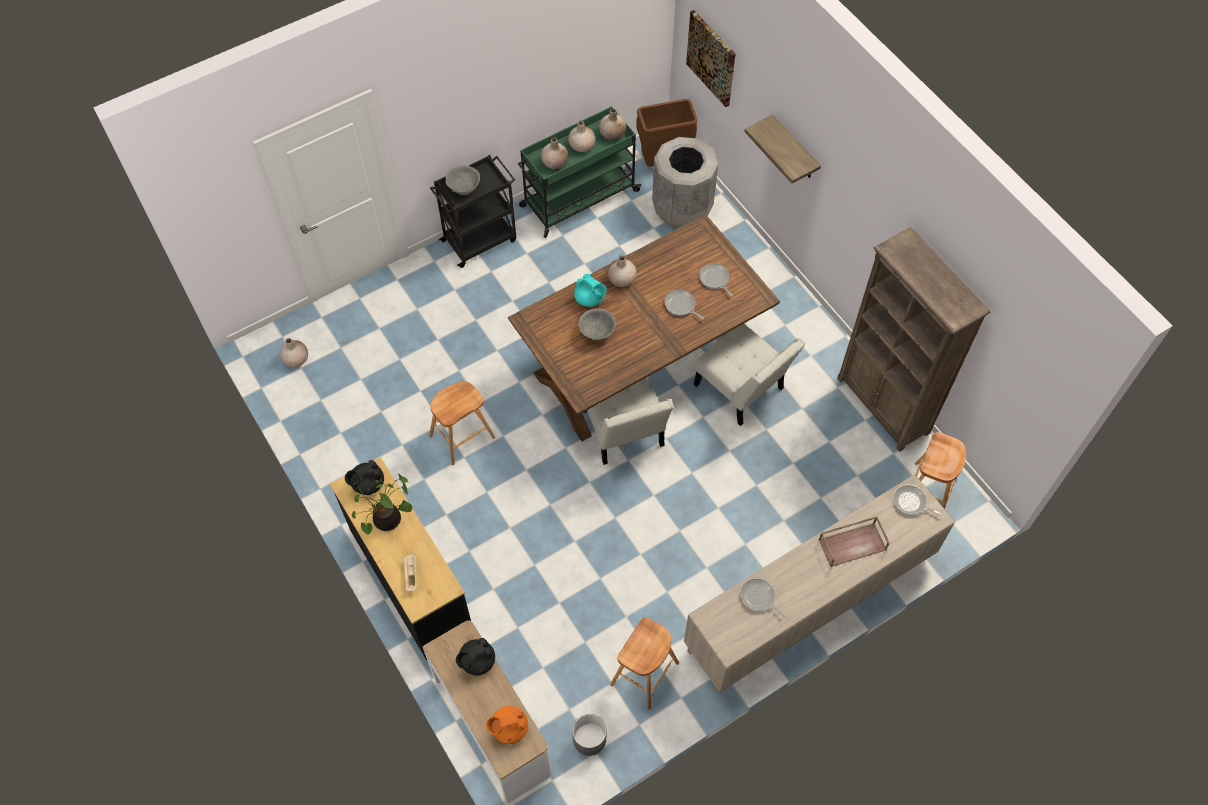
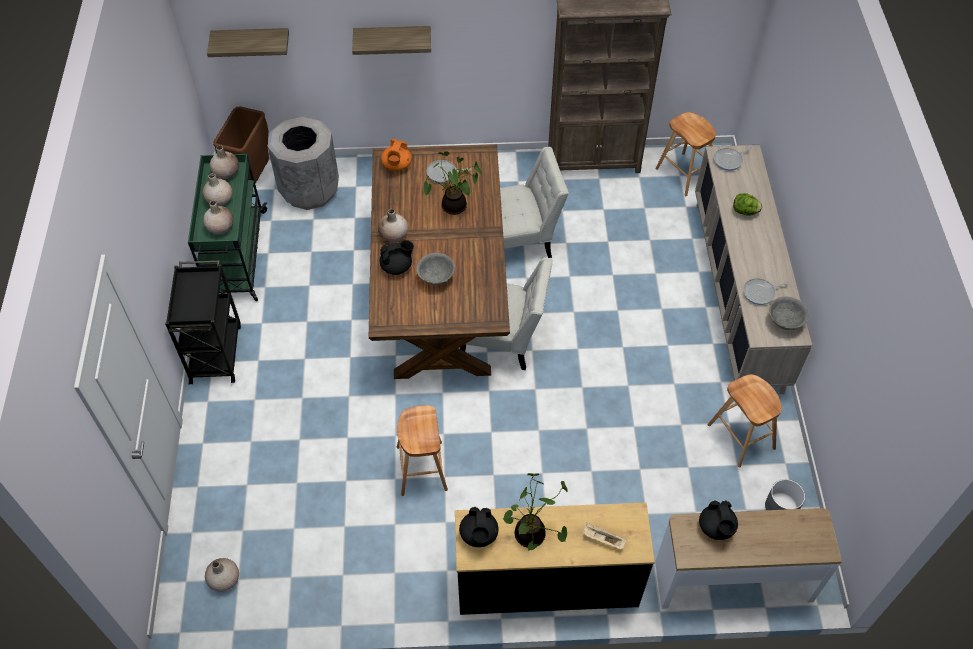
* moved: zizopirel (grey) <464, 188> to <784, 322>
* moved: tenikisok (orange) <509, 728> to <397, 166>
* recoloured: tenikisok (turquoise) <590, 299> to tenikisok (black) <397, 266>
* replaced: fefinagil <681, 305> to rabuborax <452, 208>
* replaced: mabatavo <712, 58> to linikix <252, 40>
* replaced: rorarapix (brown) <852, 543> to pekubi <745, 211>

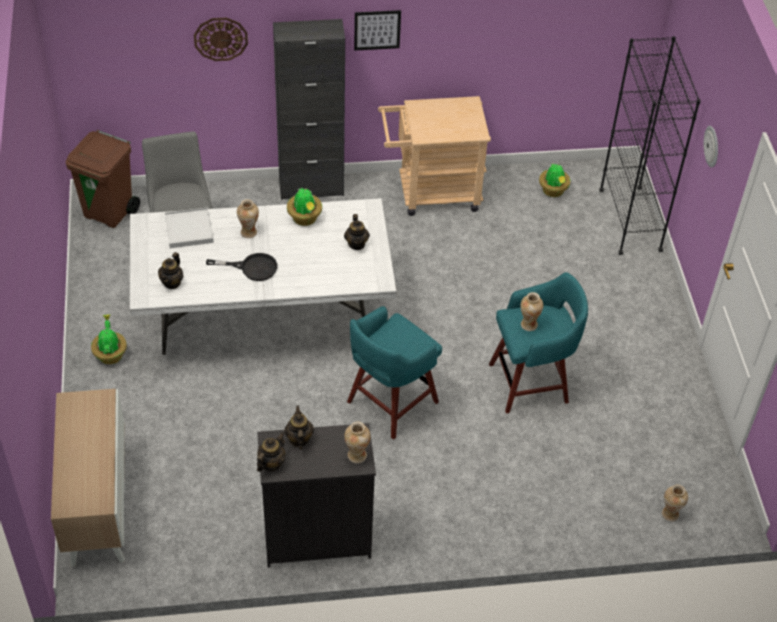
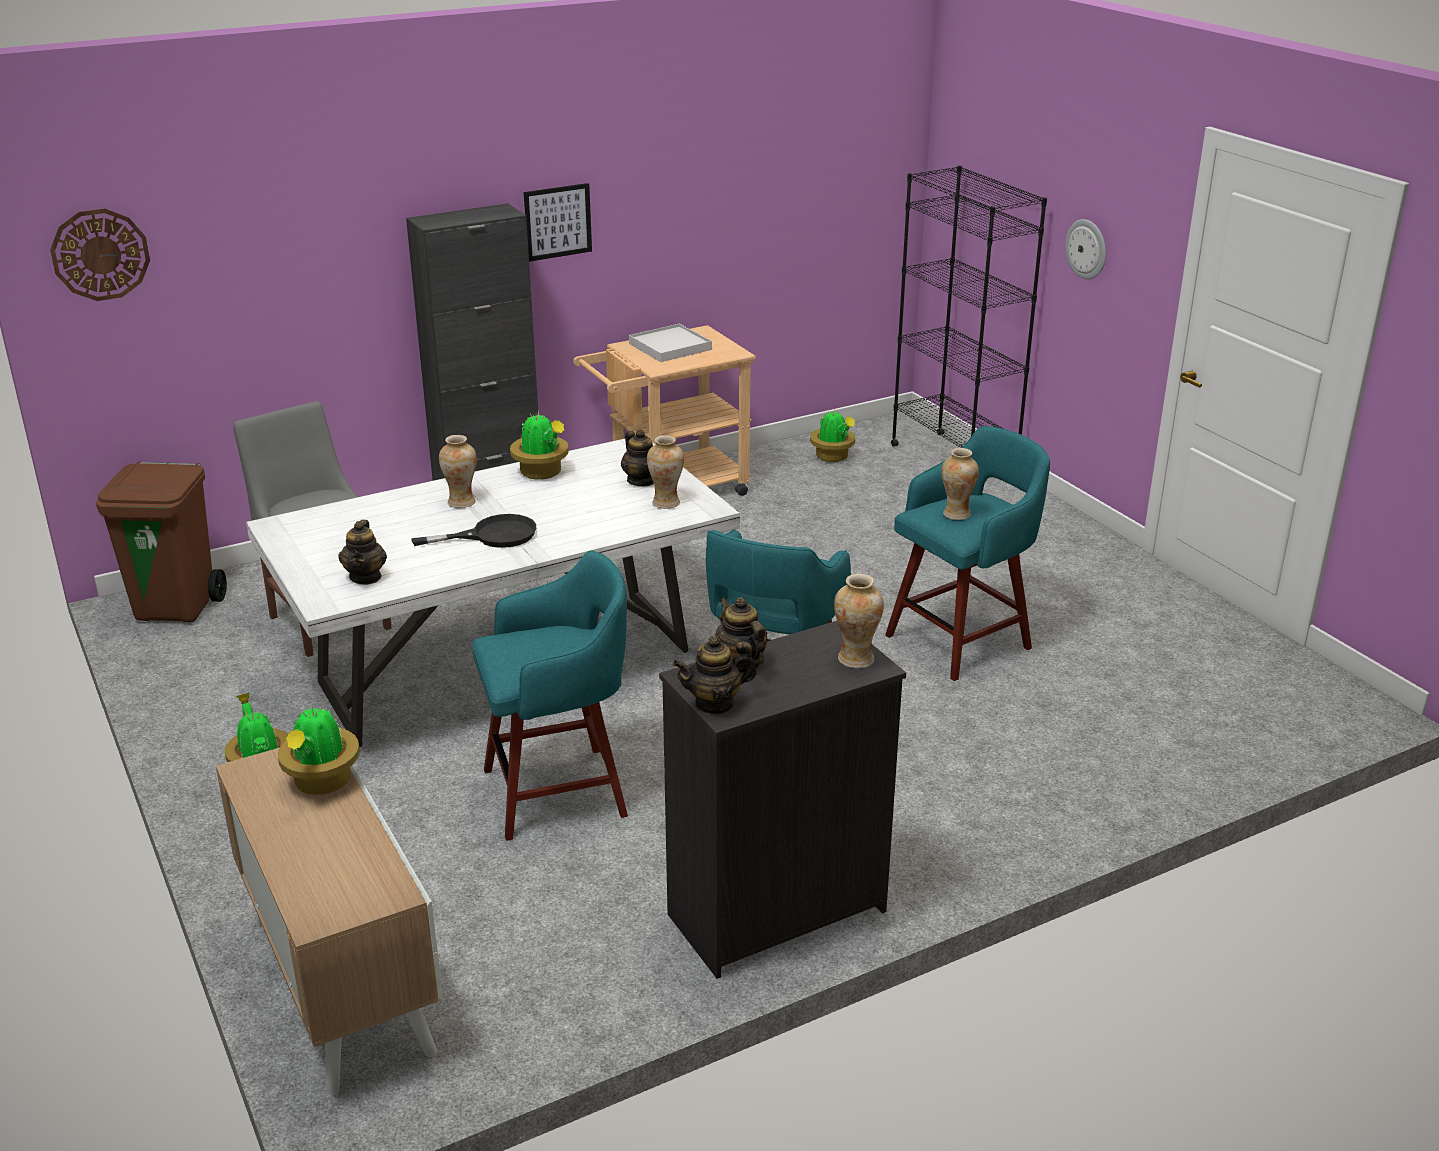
* moved: rorarapix (white) <189, 230> to <670, 347>
* moved: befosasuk <220, 38> to <100, 254>
* turned: tenikisok <271, 463> = <715, 704> 120 degrees counterclockwise
* moved: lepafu <670, 514> to <666, 503>
* added: rabuborax <322, 782>
* added: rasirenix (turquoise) <560, 792>

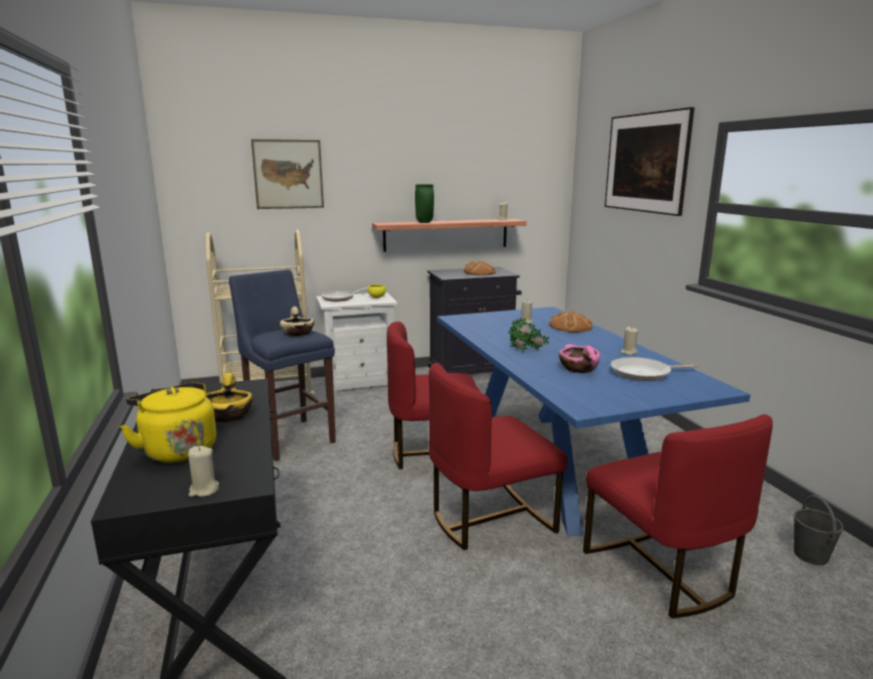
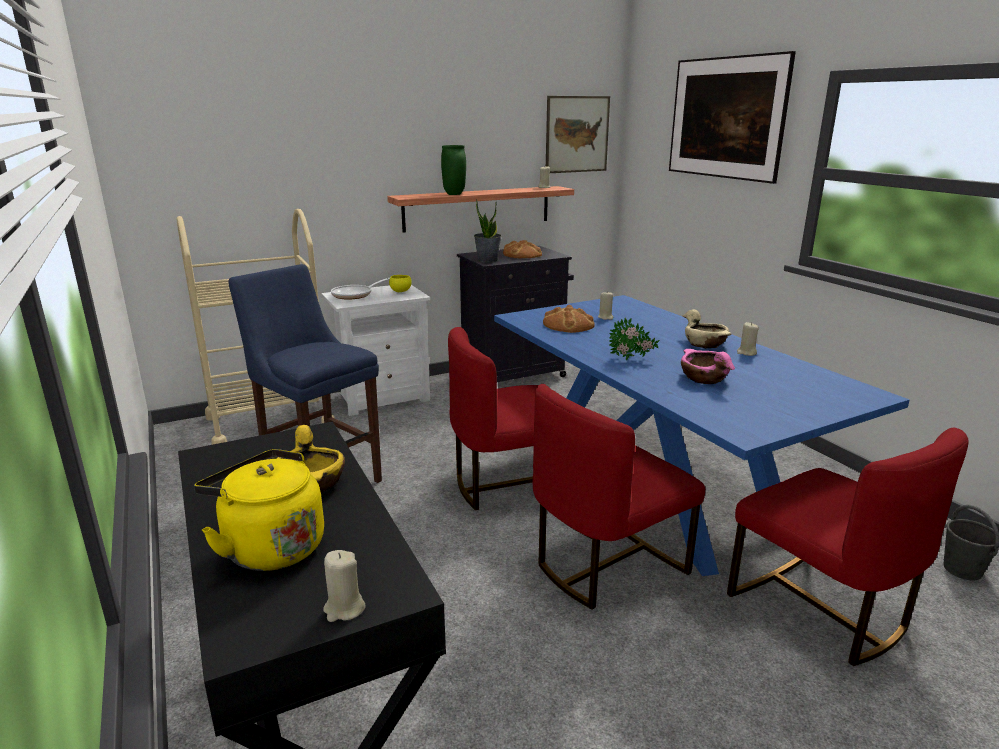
* moved: mabatavo <288, 174> to <577, 134>
* moved: zizopirel (beige) <298, 333> to <705, 344>
* moved: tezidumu <571, 326> to <569, 324>
* removed: fefinagil <644, 373>
* added: rabuborax <487, 260>

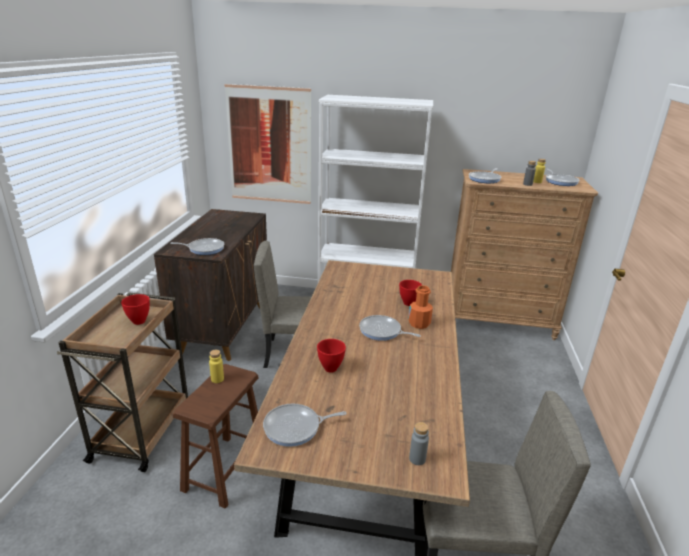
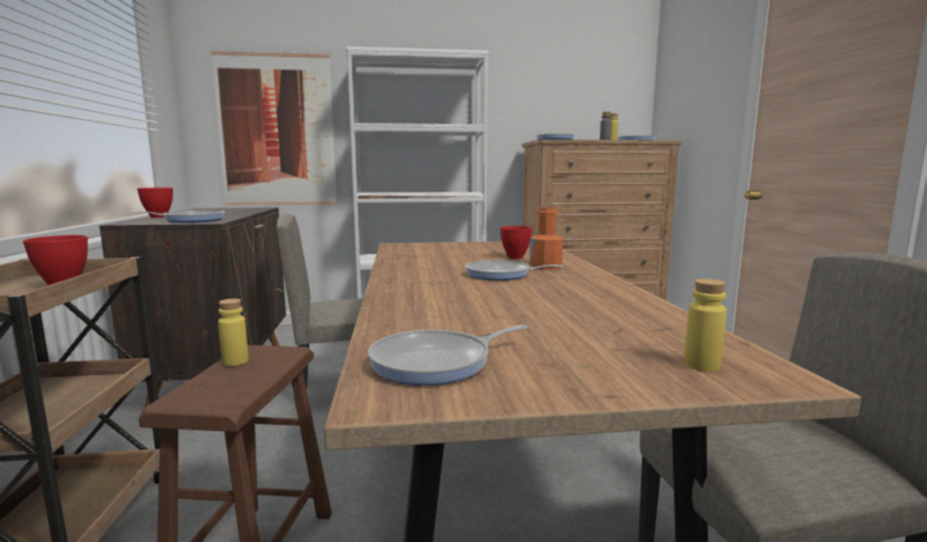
* moved: zizopirel (red) <330, 368> to <158, 217>
* recoloured: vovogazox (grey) <417, 459> to vovogazox (yellow) <701, 365>

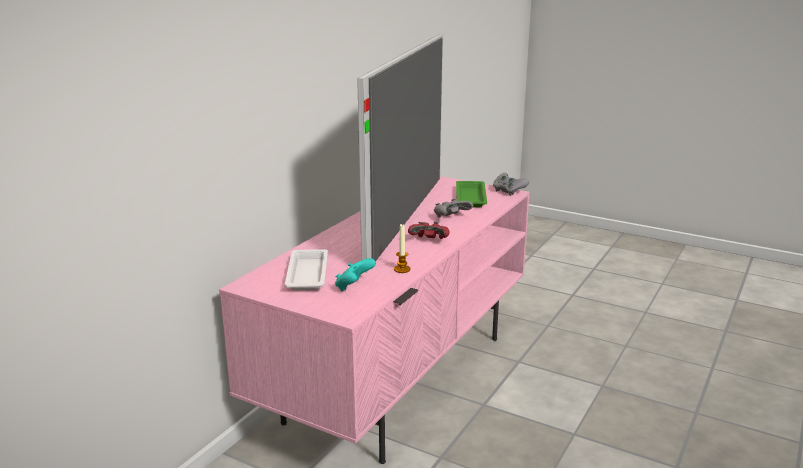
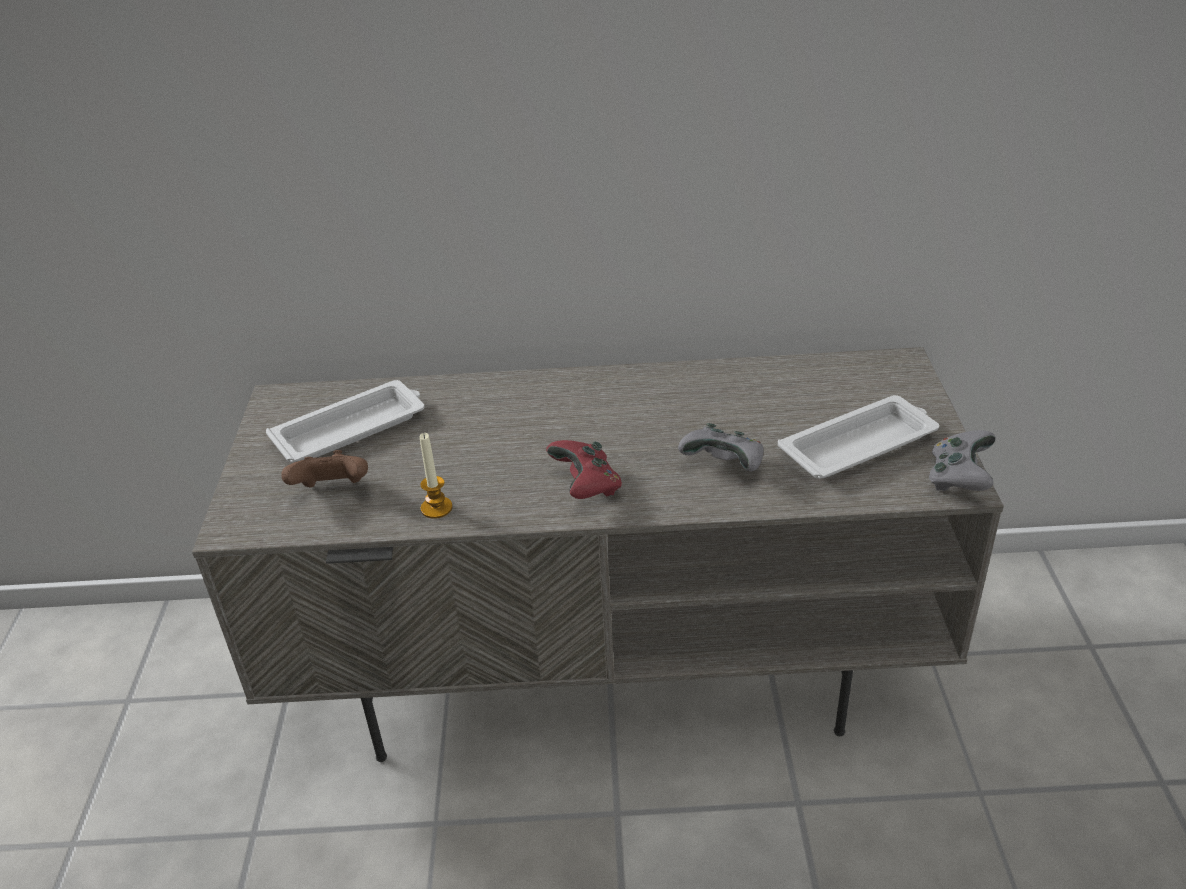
* recoloured: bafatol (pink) <398, 376> to bafatol (grey) <609, 664>
* recoloured: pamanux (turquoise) <354, 287> to pamanux (brown) <333, 491>
* removed: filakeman <408, 217>
* recoloured: rorarapix (green) <470, 197> to rorarapix (white) <860, 445>

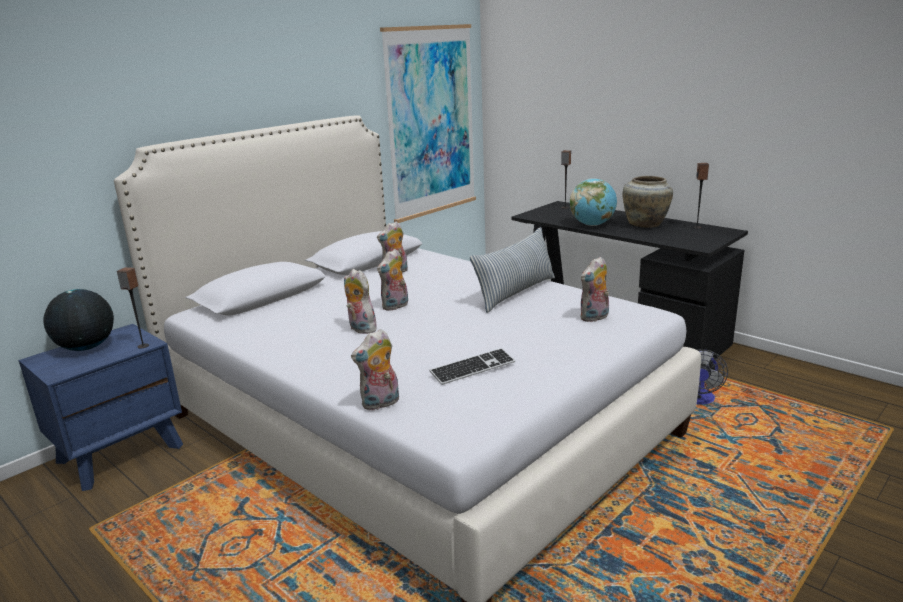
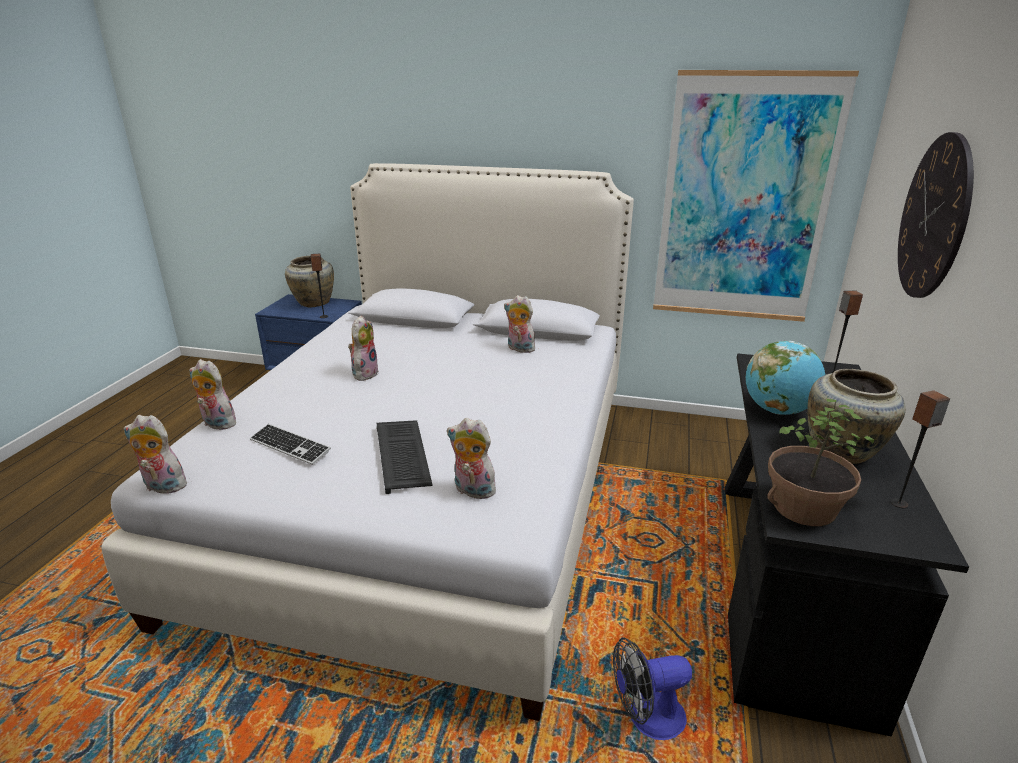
* replaced: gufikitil <86, 348> to lepafu (beige) <313, 303>
* moved: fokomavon <395, 306> to <162, 487>
* removed: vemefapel <515, 292>
* added: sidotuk <404, 456>
* added: rabuborax <803, 507>
* added: befosasuk <934, 217>

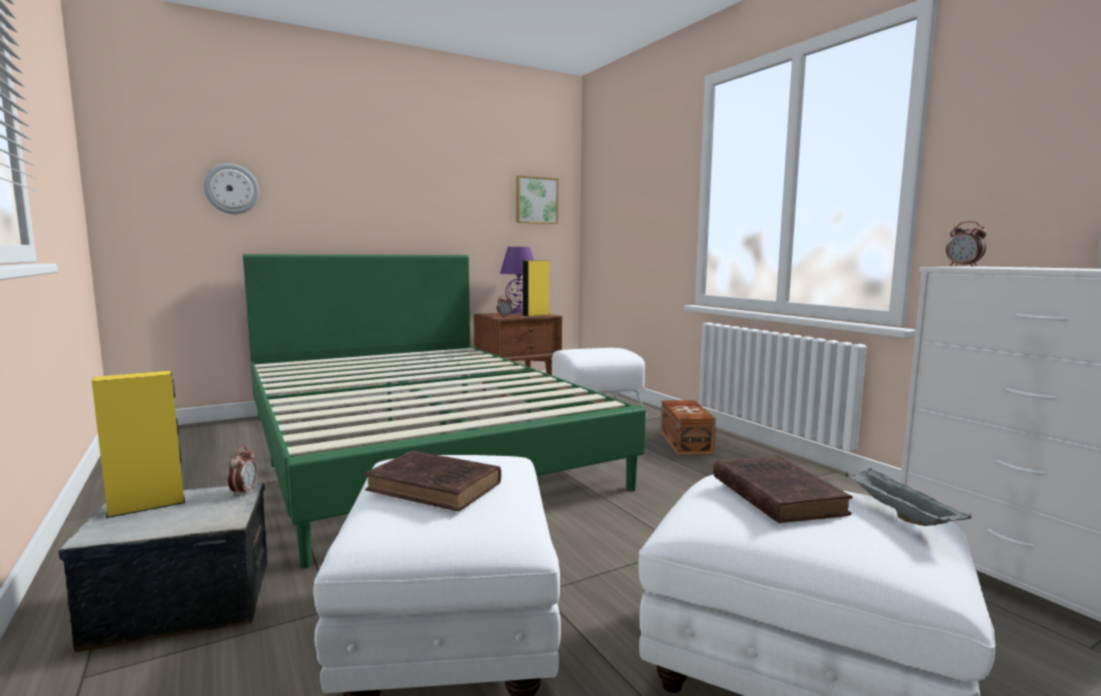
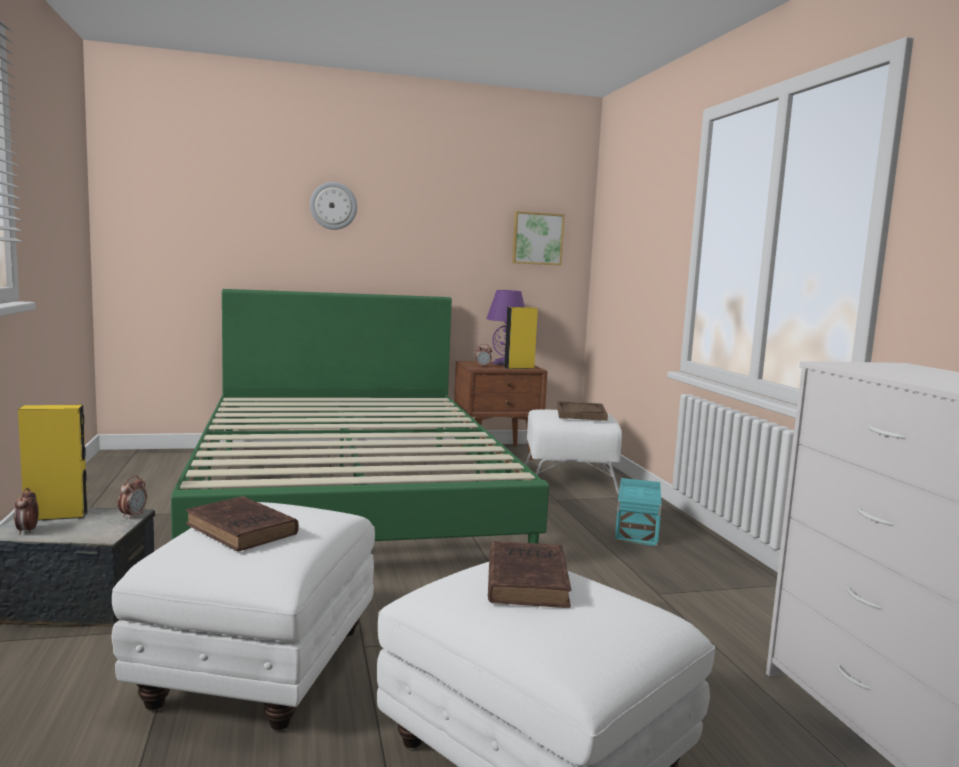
* moved: befosasuk <231, 189> to <333, 206>
* recoloured: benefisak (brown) <686, 442> to benefisak (turquoise) <638, 529>
* removed: rorarapix (grey) <897, 514>
* moved: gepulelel <963, 266> to <27, 531>
* added: rorarapix (brown) <581, 413>

